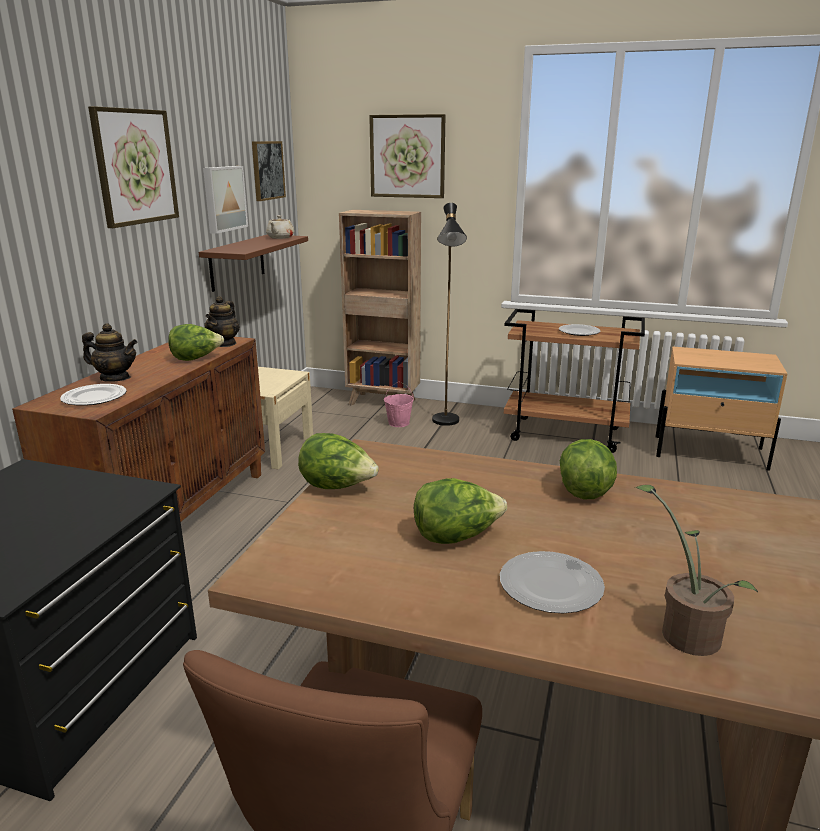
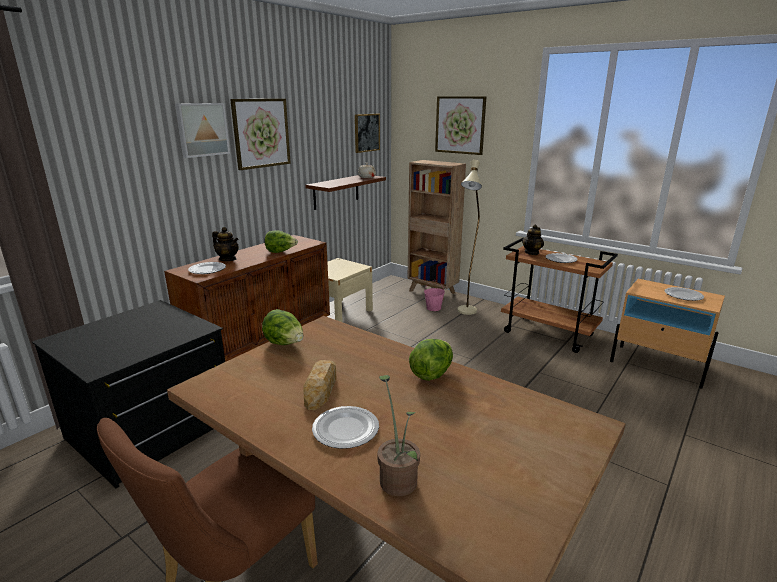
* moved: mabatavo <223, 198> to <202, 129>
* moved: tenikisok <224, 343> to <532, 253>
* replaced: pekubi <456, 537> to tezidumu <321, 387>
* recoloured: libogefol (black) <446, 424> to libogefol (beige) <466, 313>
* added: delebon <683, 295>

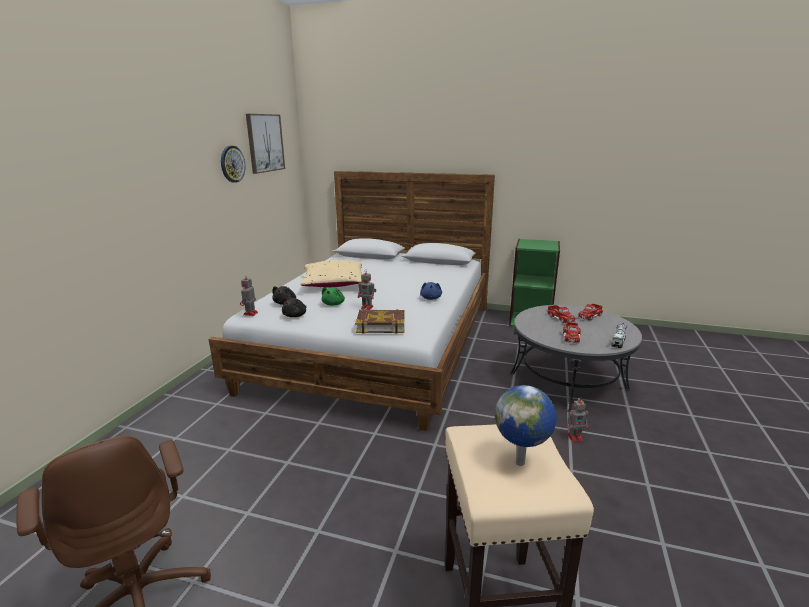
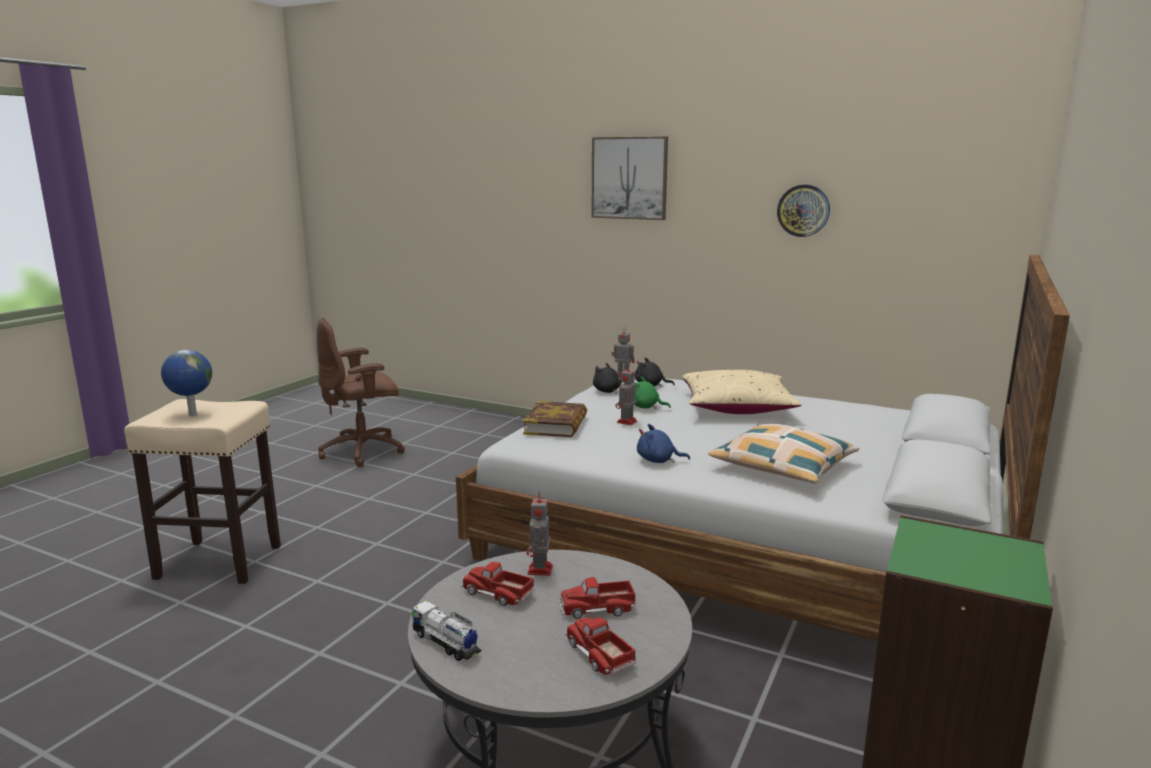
* moved: mabatavo <265, 143> to <629, 178>
* moved: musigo <575, 437> to <540, 571>
* added: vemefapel <782, 466>

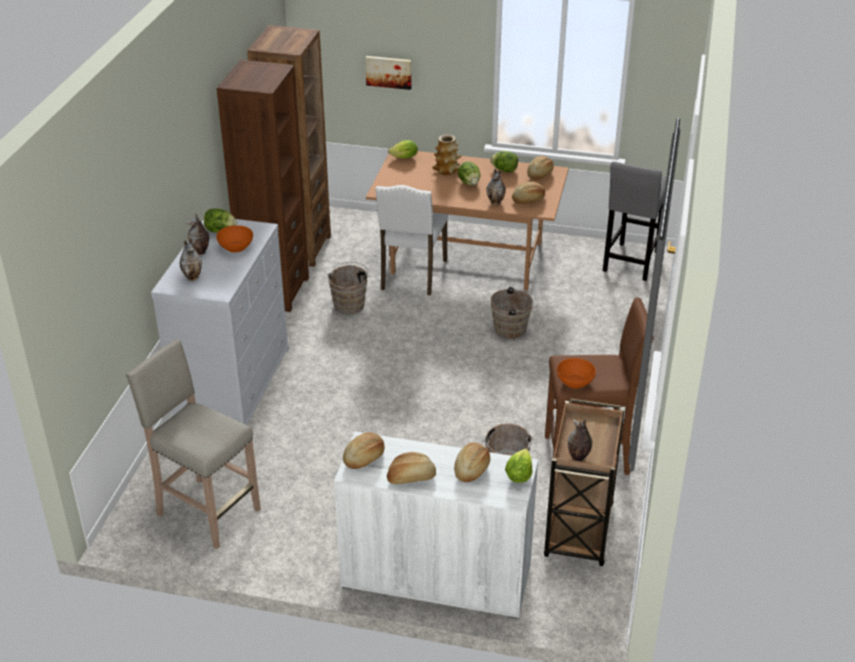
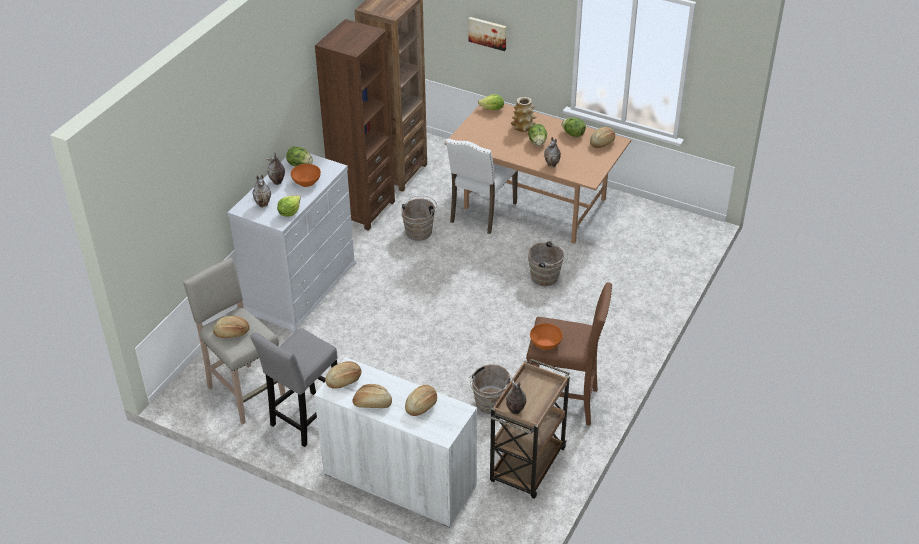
* moved: pekubi <519, 475> to <289, 212>
* moved: tezidumu <528, 200> to <231, 333>
* moved: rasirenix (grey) <630, 263> to <304, 420>

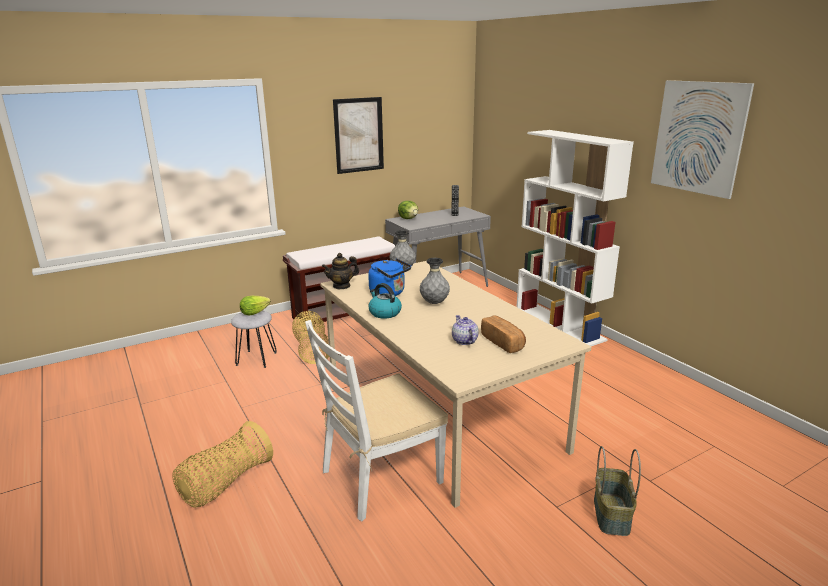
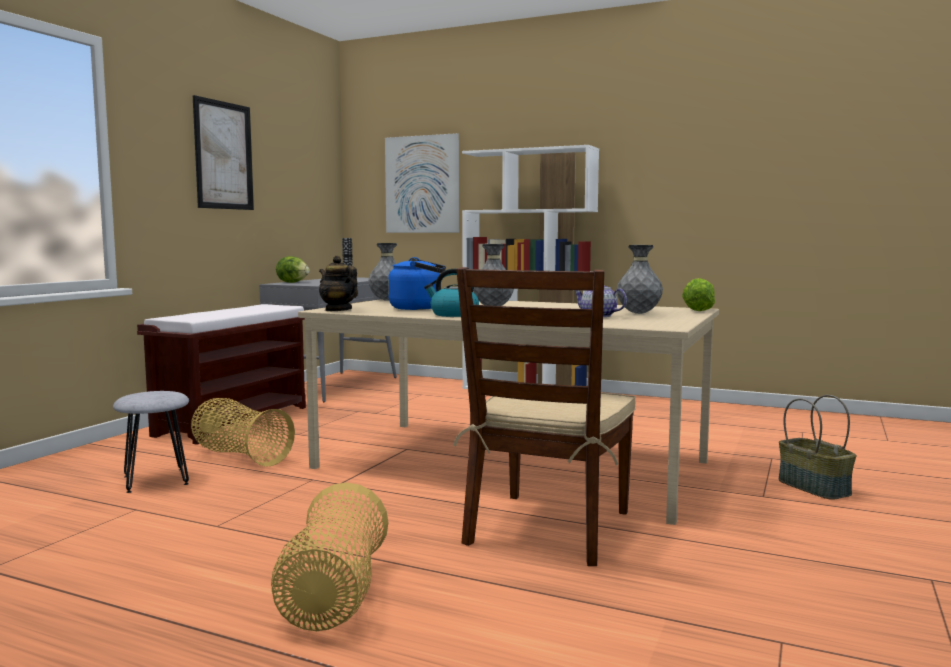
* moved: pekubi <254, 313> to <698, 310>
* recoloured: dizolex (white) <380, 477> to dizolex (brown) <548, 528>
* turned: tenikisok <341, 286> = <338, 310> 105 degrees clockwise
* replaced: tezidumu <503, 342> to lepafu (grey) <639, 313>
* moved: mabatavo <698, 137> to <422, 184>

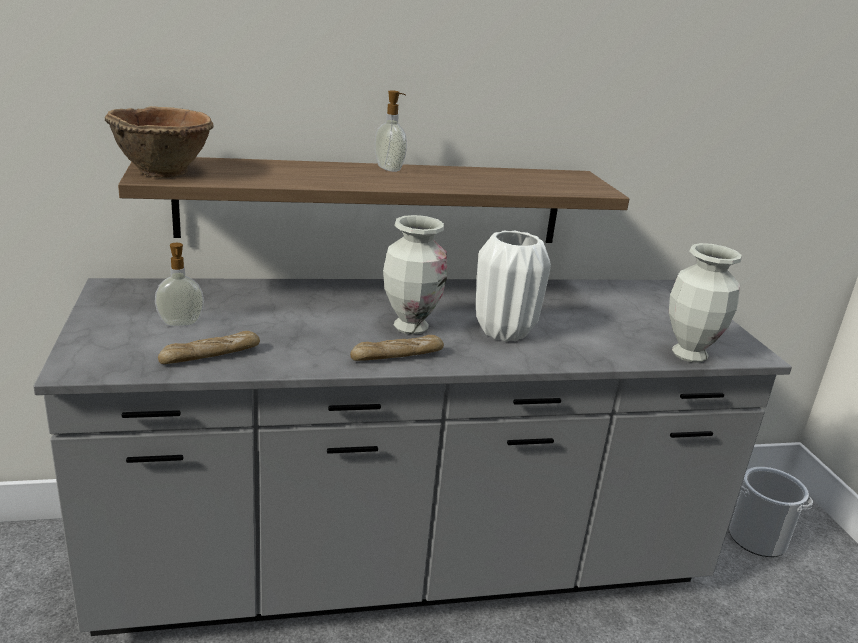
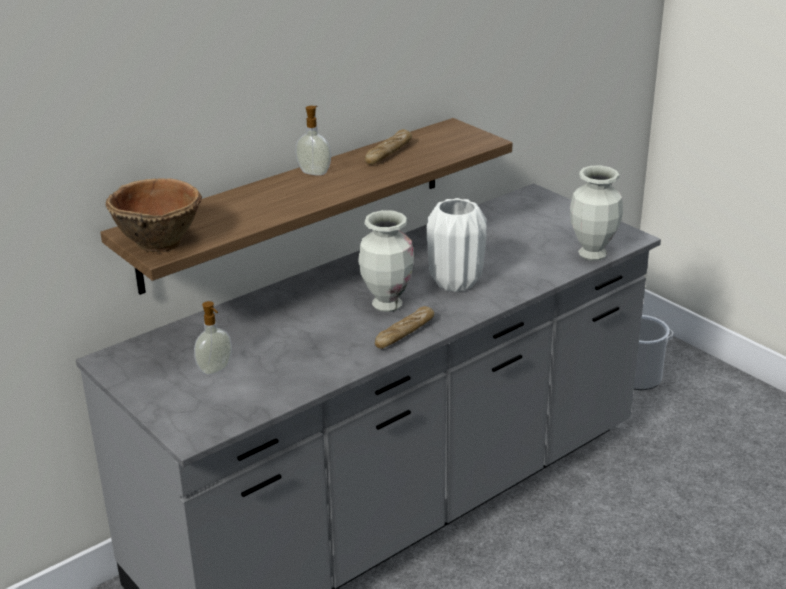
* moved: tezidumu <210, 356> to <389, 153>

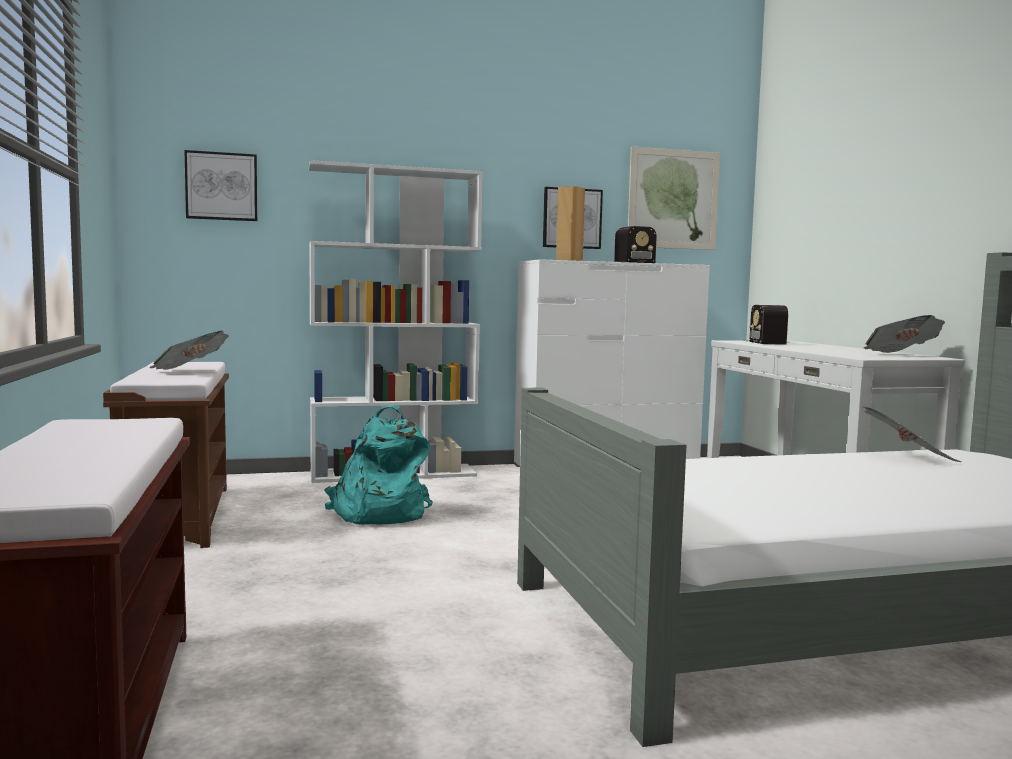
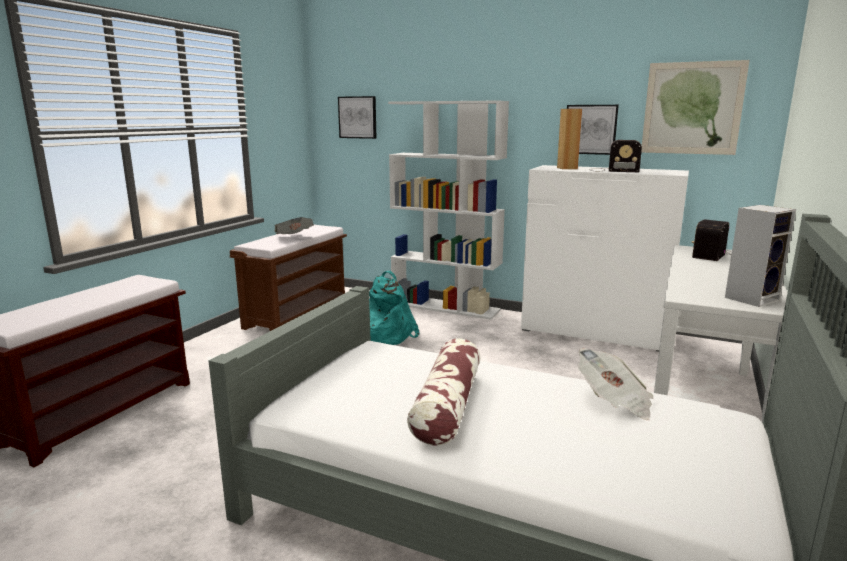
* replaced: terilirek <901, 355> to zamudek <751, 298>
* added: vemefapel <447, 405>

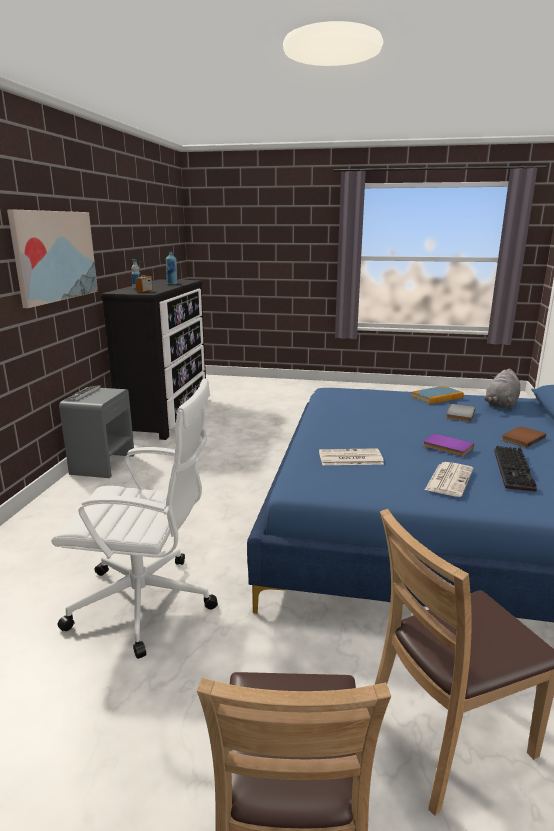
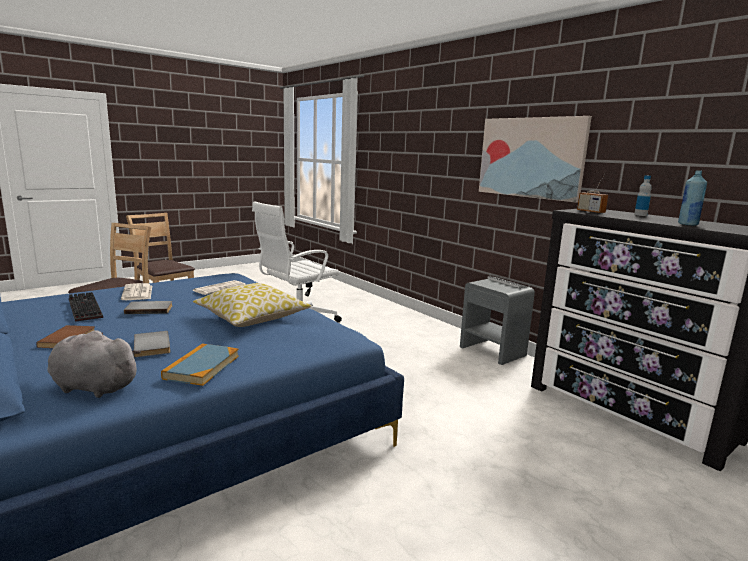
* recoloured: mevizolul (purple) <447, 447> to mevizolul (grey) <149, 309>
* turned: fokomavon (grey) <501, 405> = <92, 387> 60 degrees counterclockwise
* added: vemefapel <252, 319>

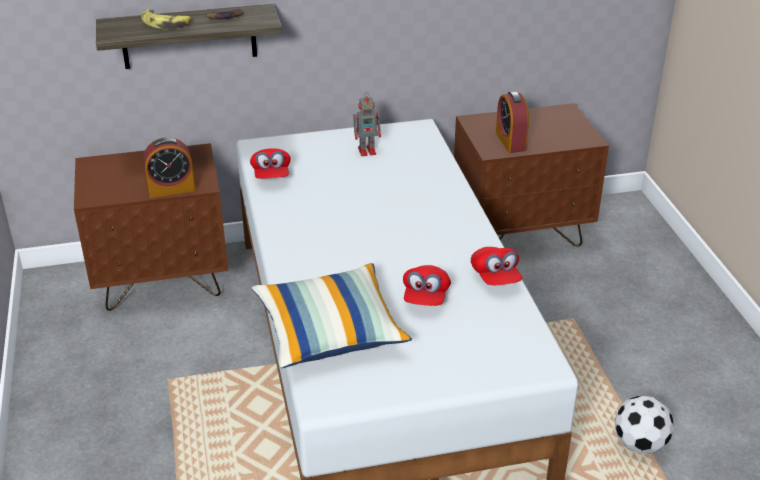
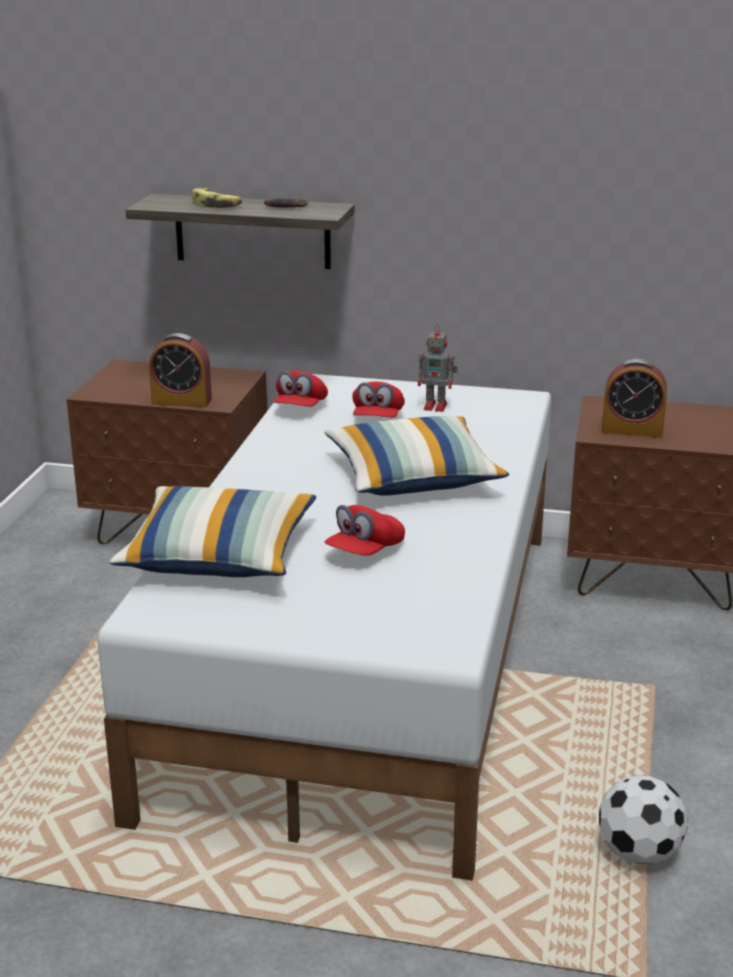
* moved: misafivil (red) <495, 277> to <377, 419>
* turned: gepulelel <510, 141> = <632, 430> 90 degrees counterclockwise
* added: vemefapel <413, 478>

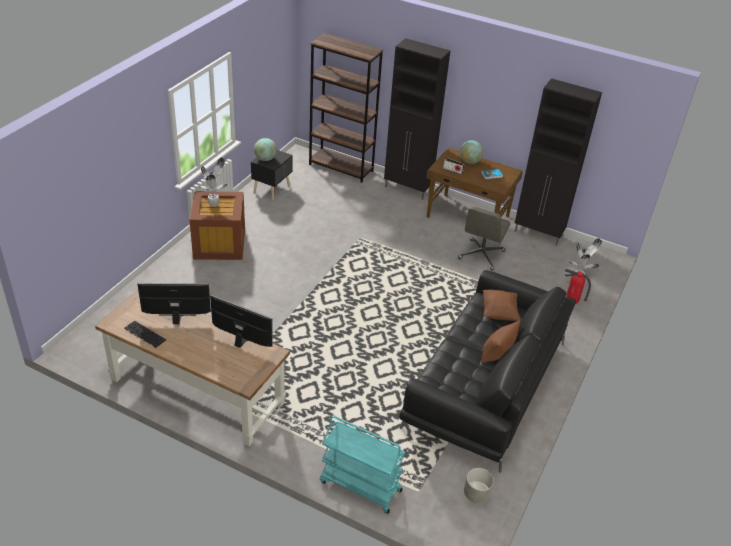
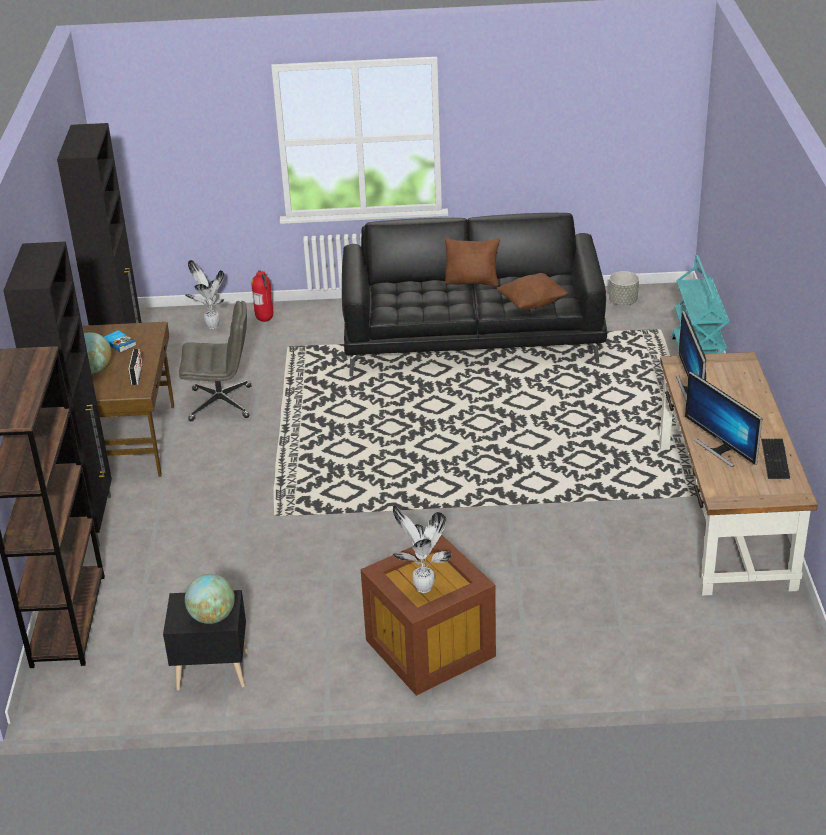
* moved: vemefapel (brown) <499, 313> to <532, 303>

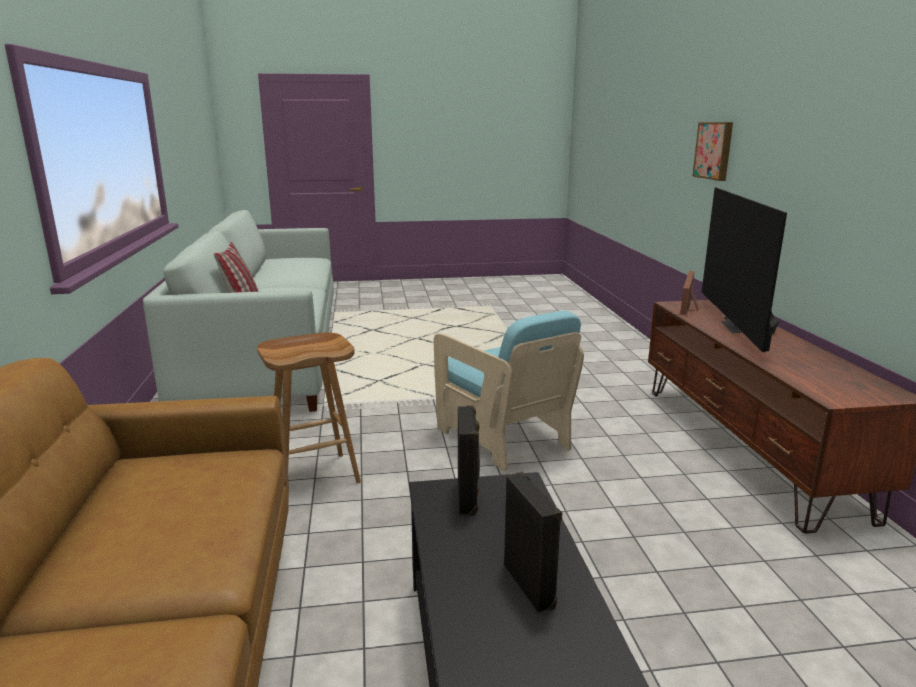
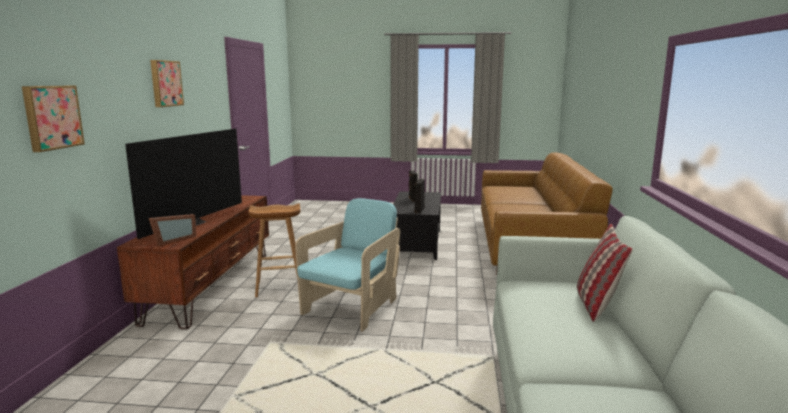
* moved: rasirenix (brown) <315, 475> to <278, 288>
* turned: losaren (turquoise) <504, 437> = <352, 308> 45 degrees clockwise
* added: mabatavo <165, 83>

